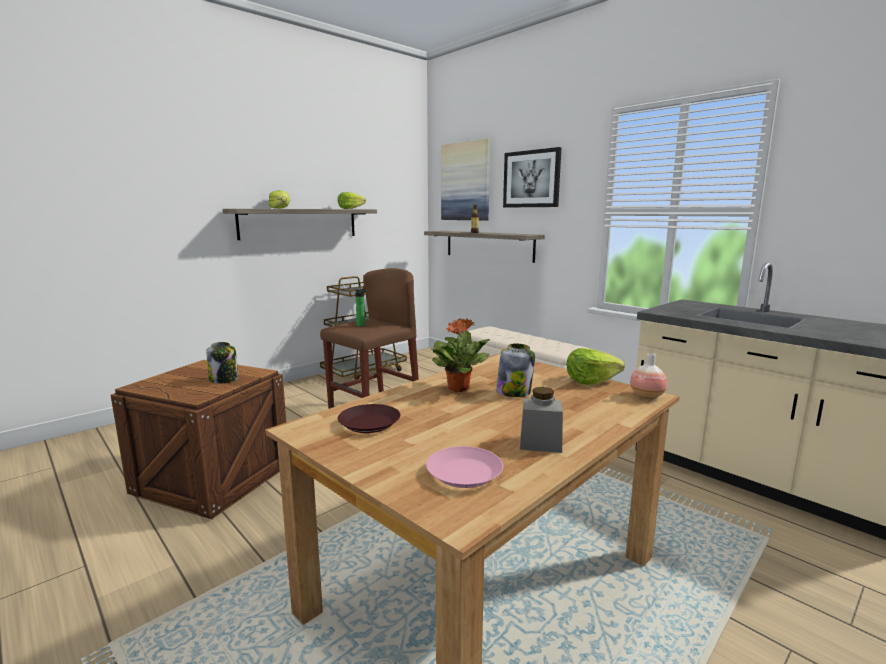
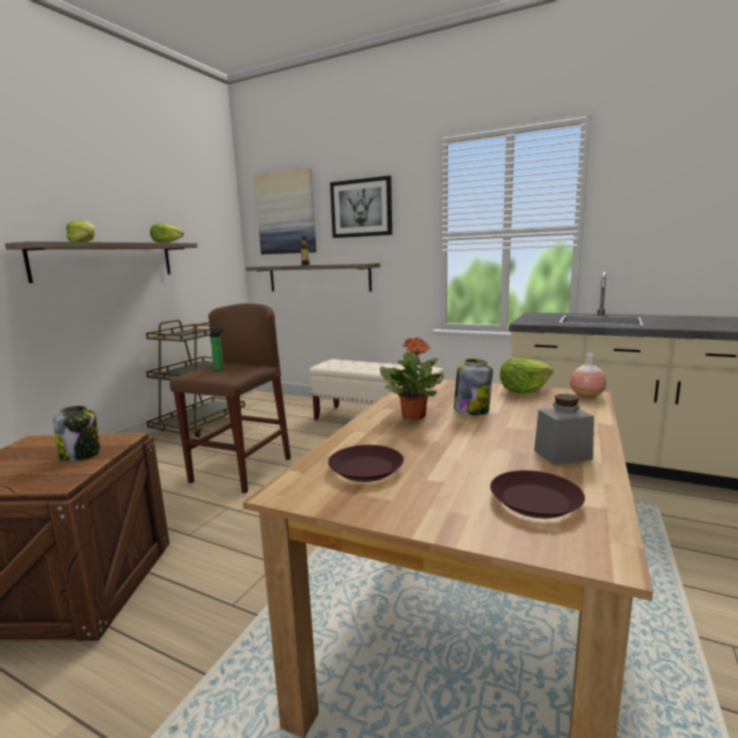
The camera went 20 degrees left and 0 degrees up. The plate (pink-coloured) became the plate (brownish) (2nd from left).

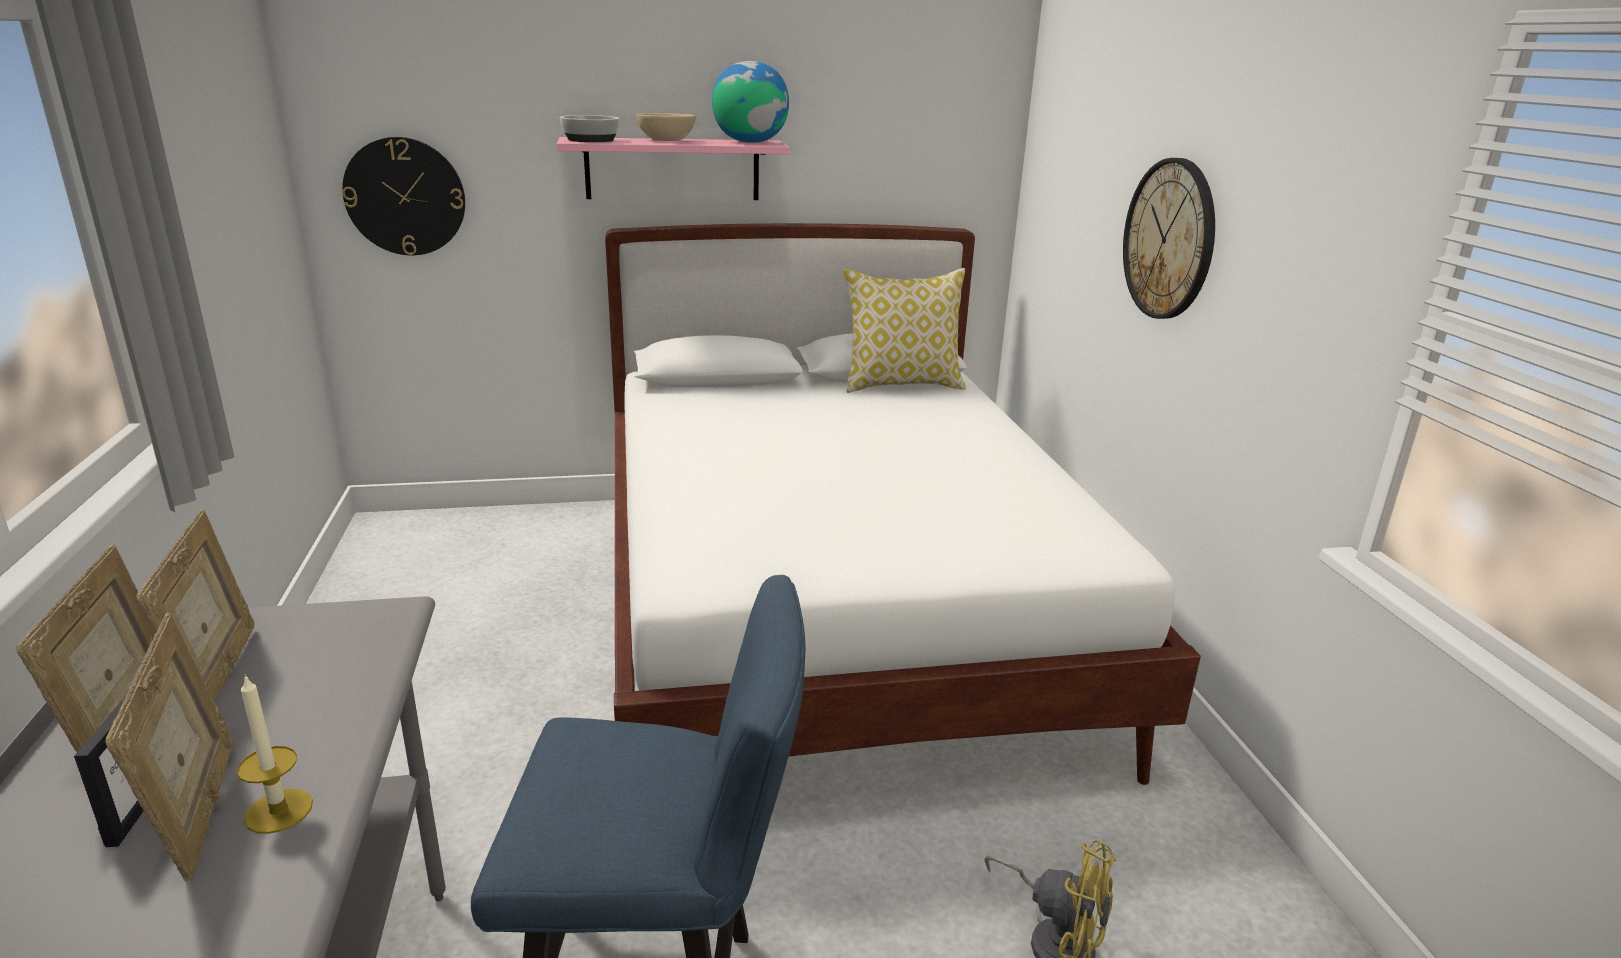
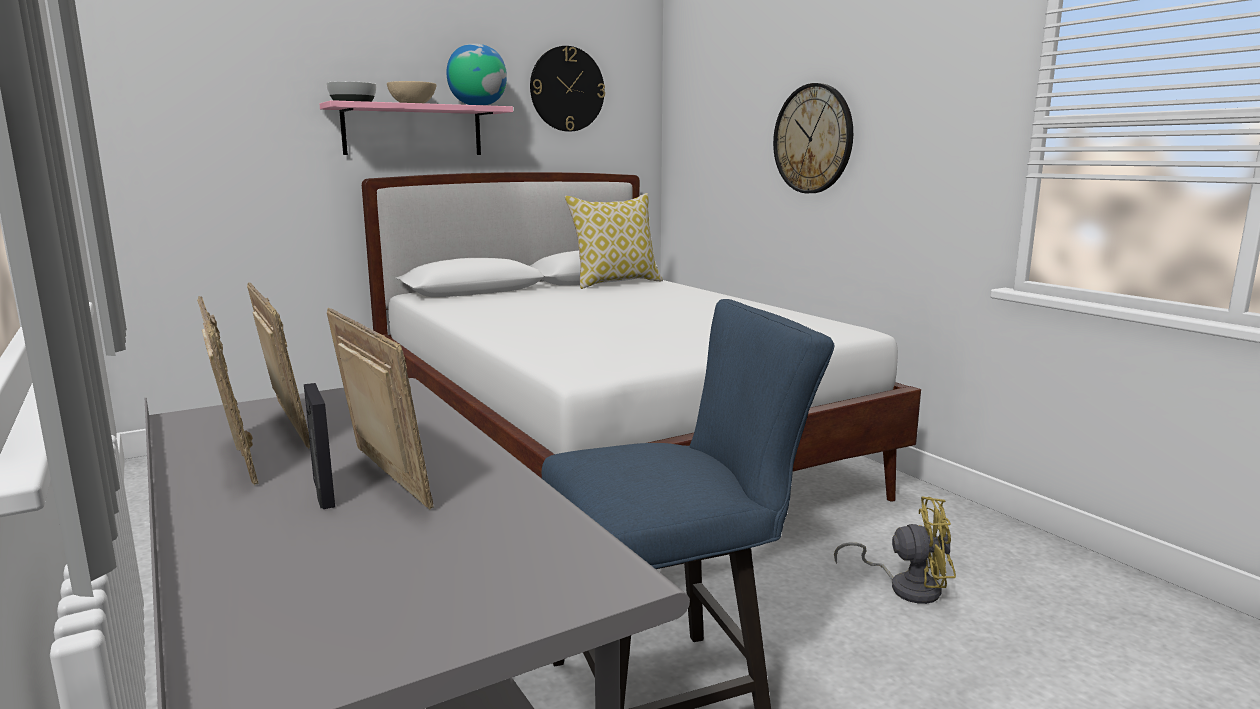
The camera went 20 degrees left and 10 degrees down. The candle disappeared. The wall clock (1st from left) moved.

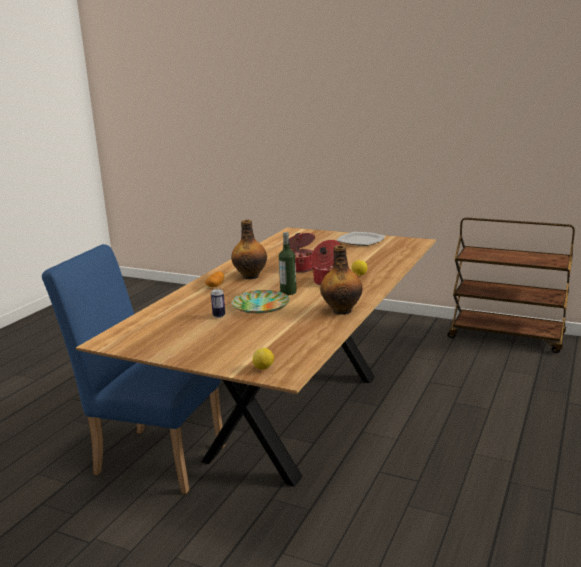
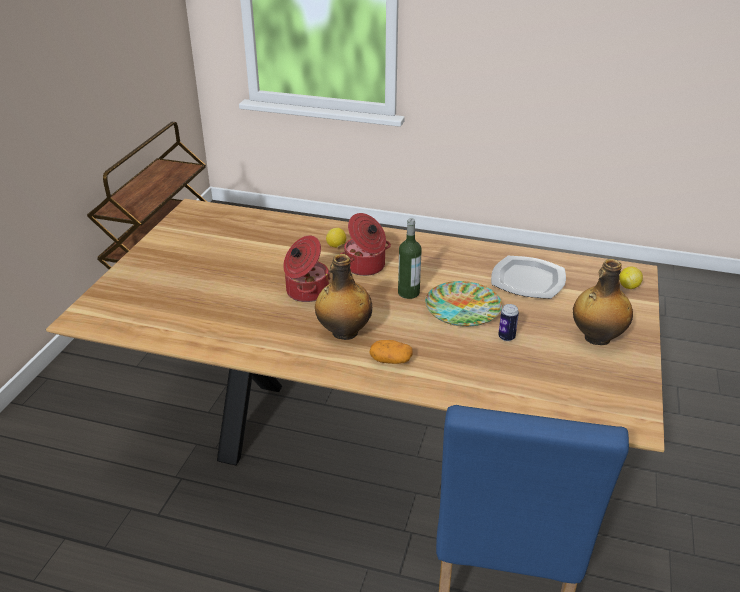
The camera went 100 degrees left and 15 degrees up. The bottle (3rd from left) moved. The plate (2nd from left) moved.

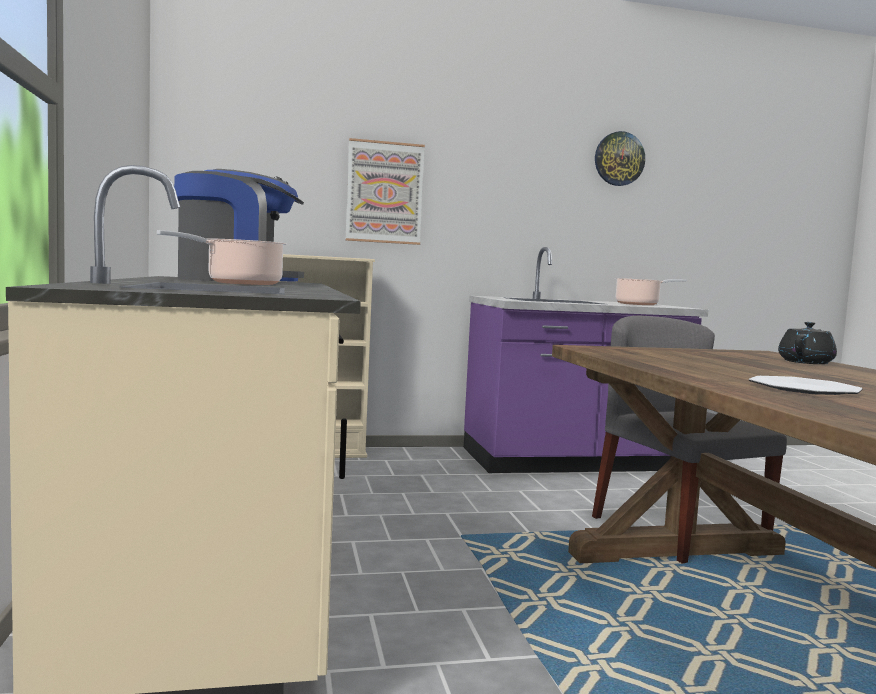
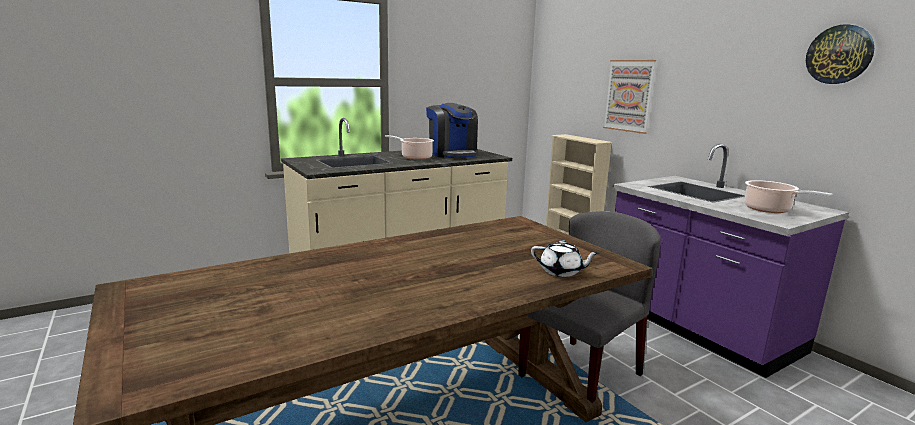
The camera went 70 degrees right and 10 degrees up. The plate disappeared. The pot for tea (black-coloured) became the pot for tea (whitish).

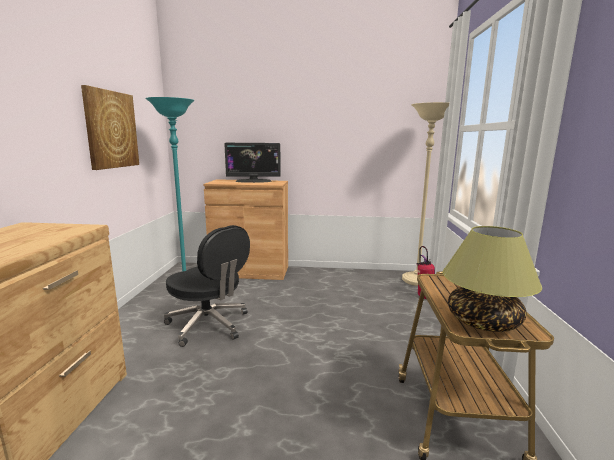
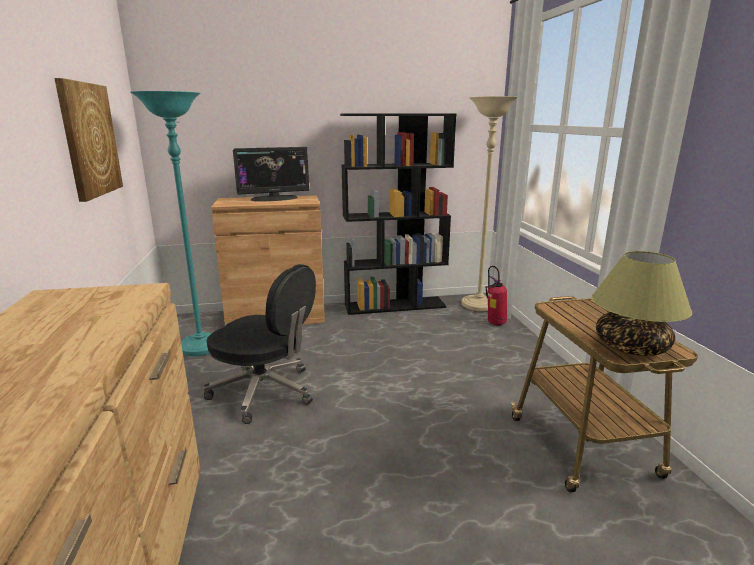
The camera went 15 degrees left and 5 degrees up. The bookshelf (black-coloured) appeared.

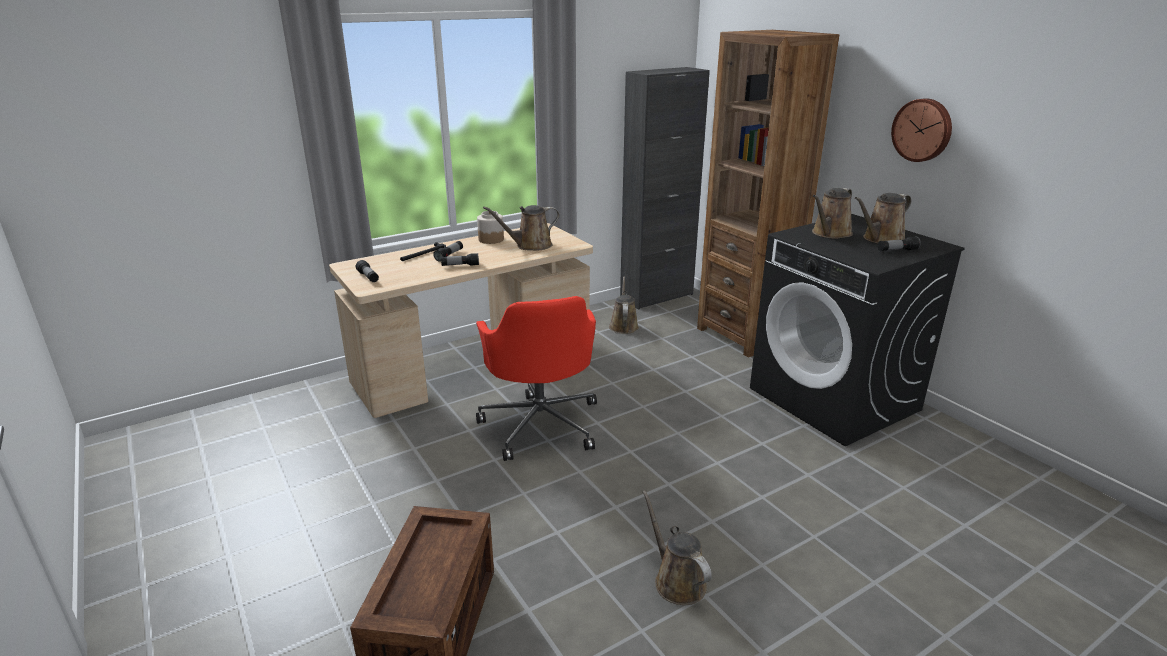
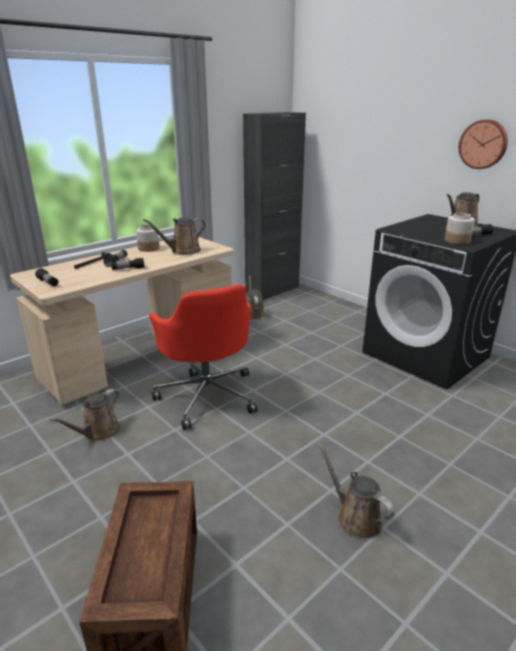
The camera went 10 degrees left and 0 degrees up. The bookshelf (brownish) disappeared. The storage jar (2nd from left) appeared. The sprinkling can (brownish) (4th from left in the first image) moved.

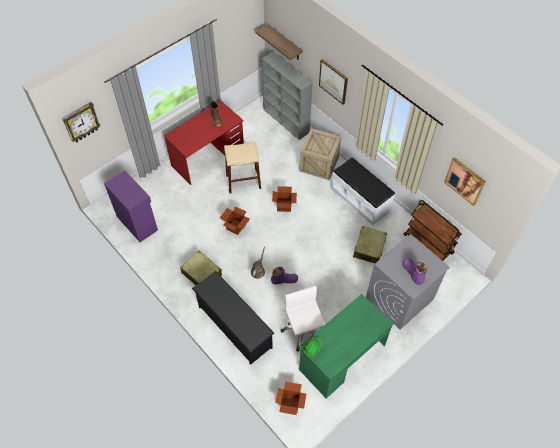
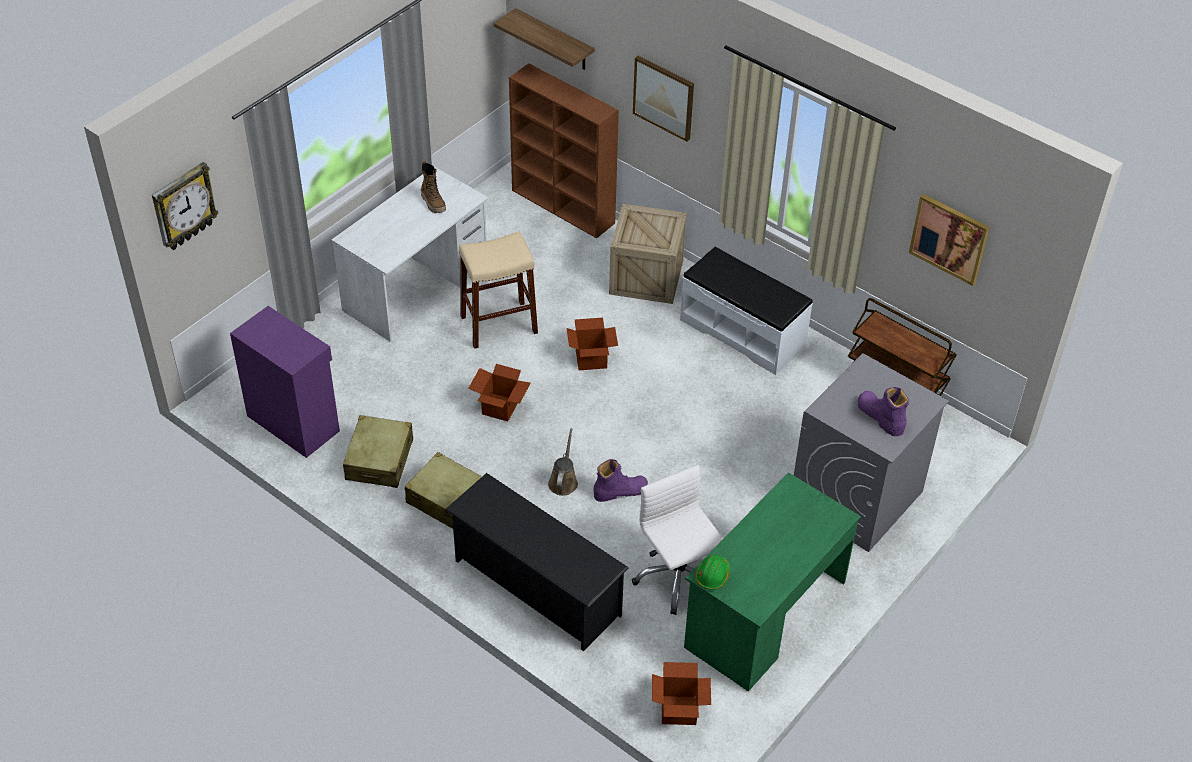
The camera went 10 degrees left and 10 degrees down. The suitcase (beige-coloured) (2nd from left in the first image) moved. The desk table (red) became the desk table (whitish). The bookshelf (gray) became the bookshelf (brownish).

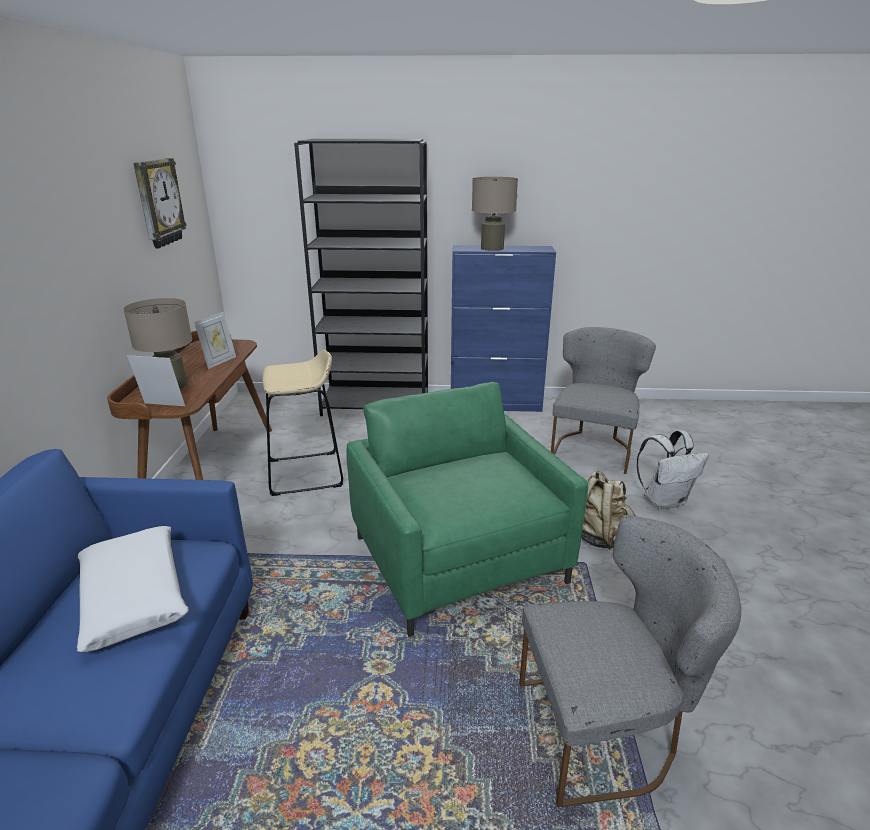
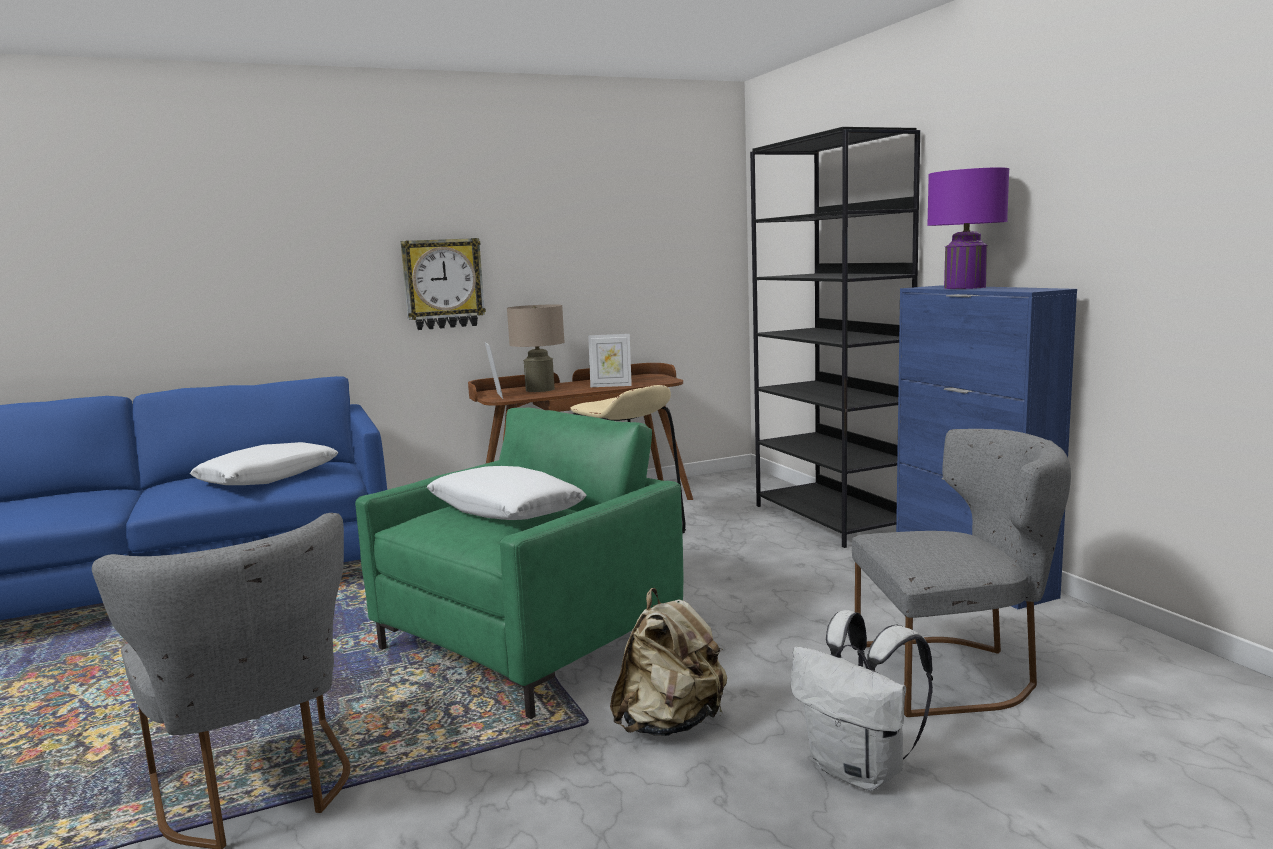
The camera went 65 degrees right and 15 degrees down. The throw pillow (whitish) (2nd from left) appeared. The wall clock moved. The table lamp (beige-coloured) (2nd from left) became the table lamp (purplish).

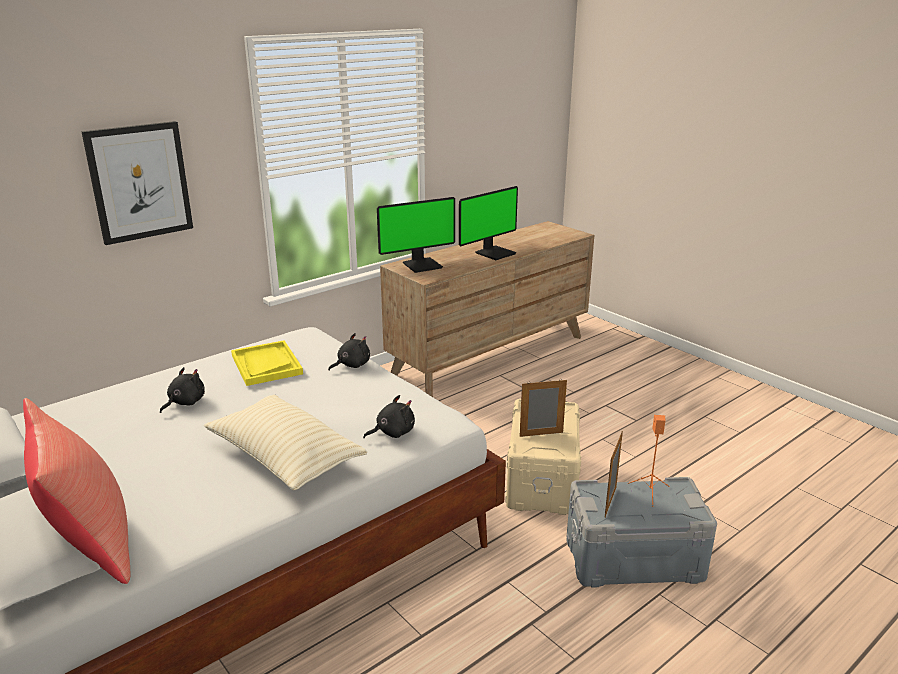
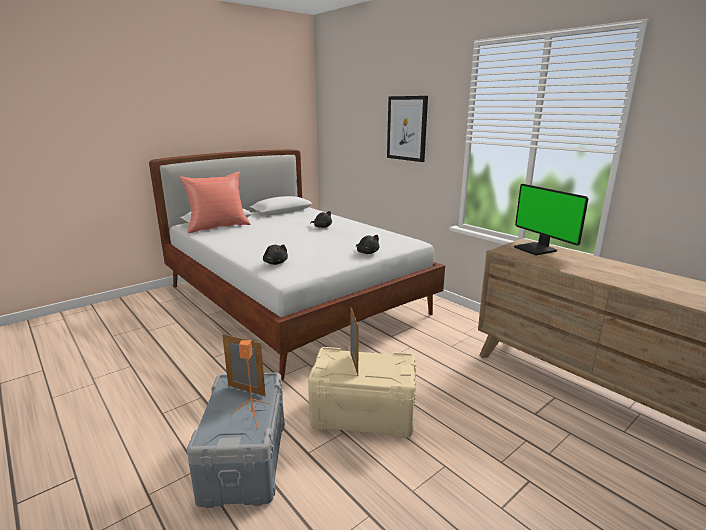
The camera went 90 degrees right and 5 degrees down. The throw pillow (beige-coloured) disappeared. The carrying tray (yellow-coloured) disappeared. The computer display (2nd from left) disappeared.

